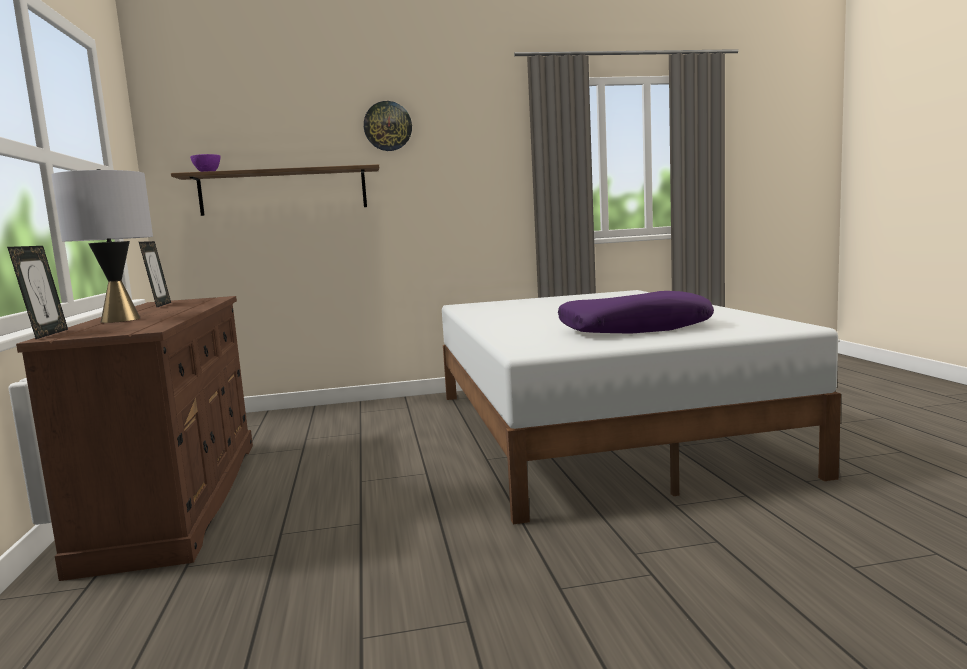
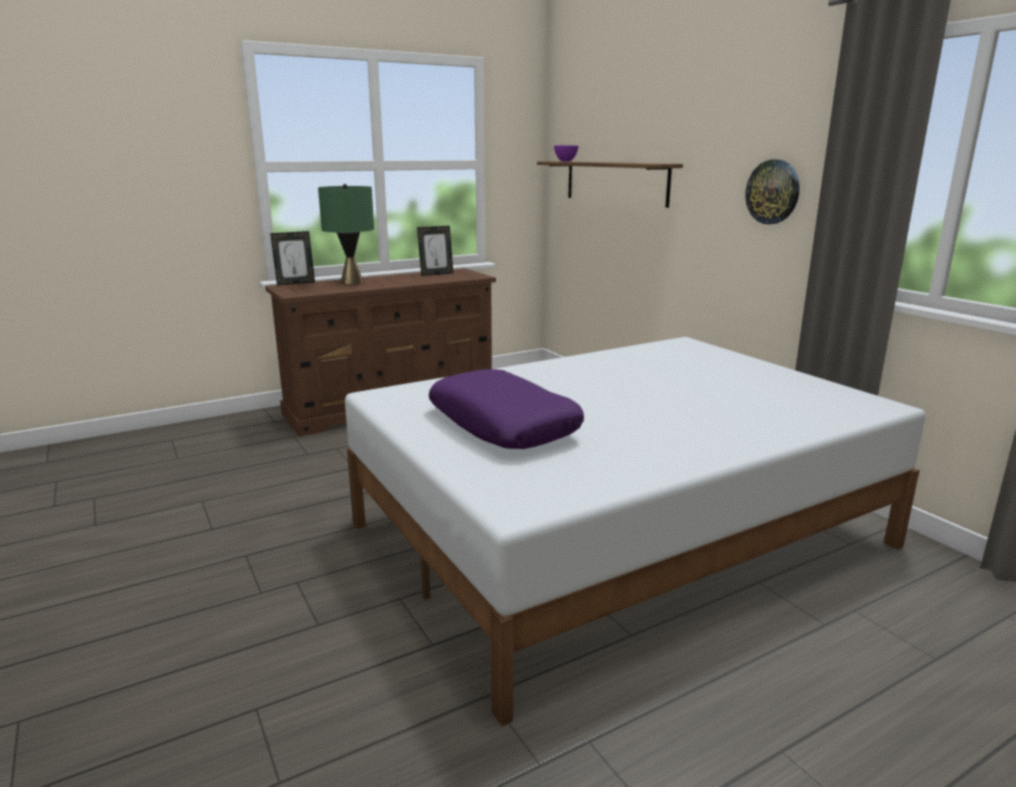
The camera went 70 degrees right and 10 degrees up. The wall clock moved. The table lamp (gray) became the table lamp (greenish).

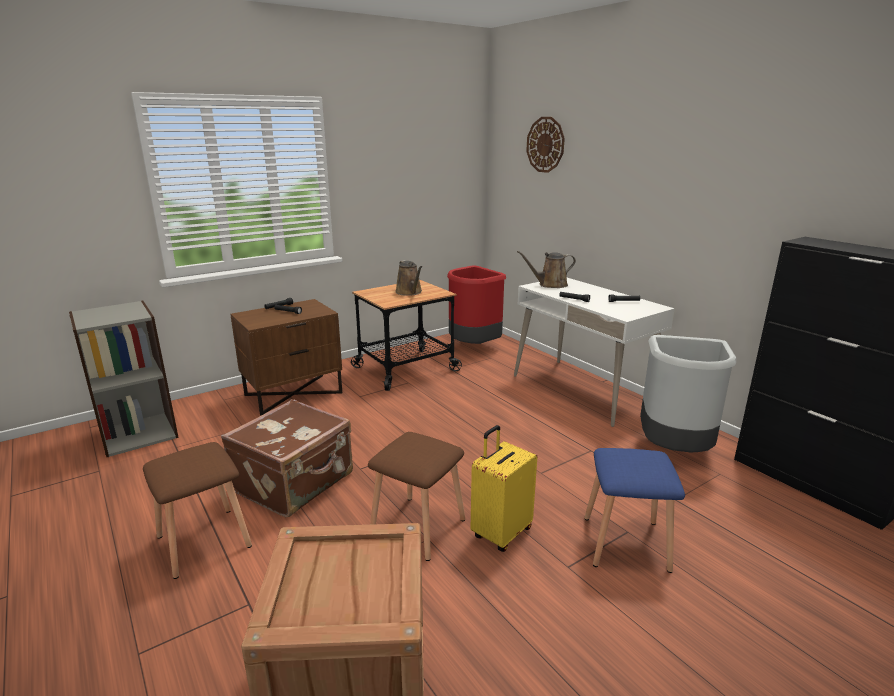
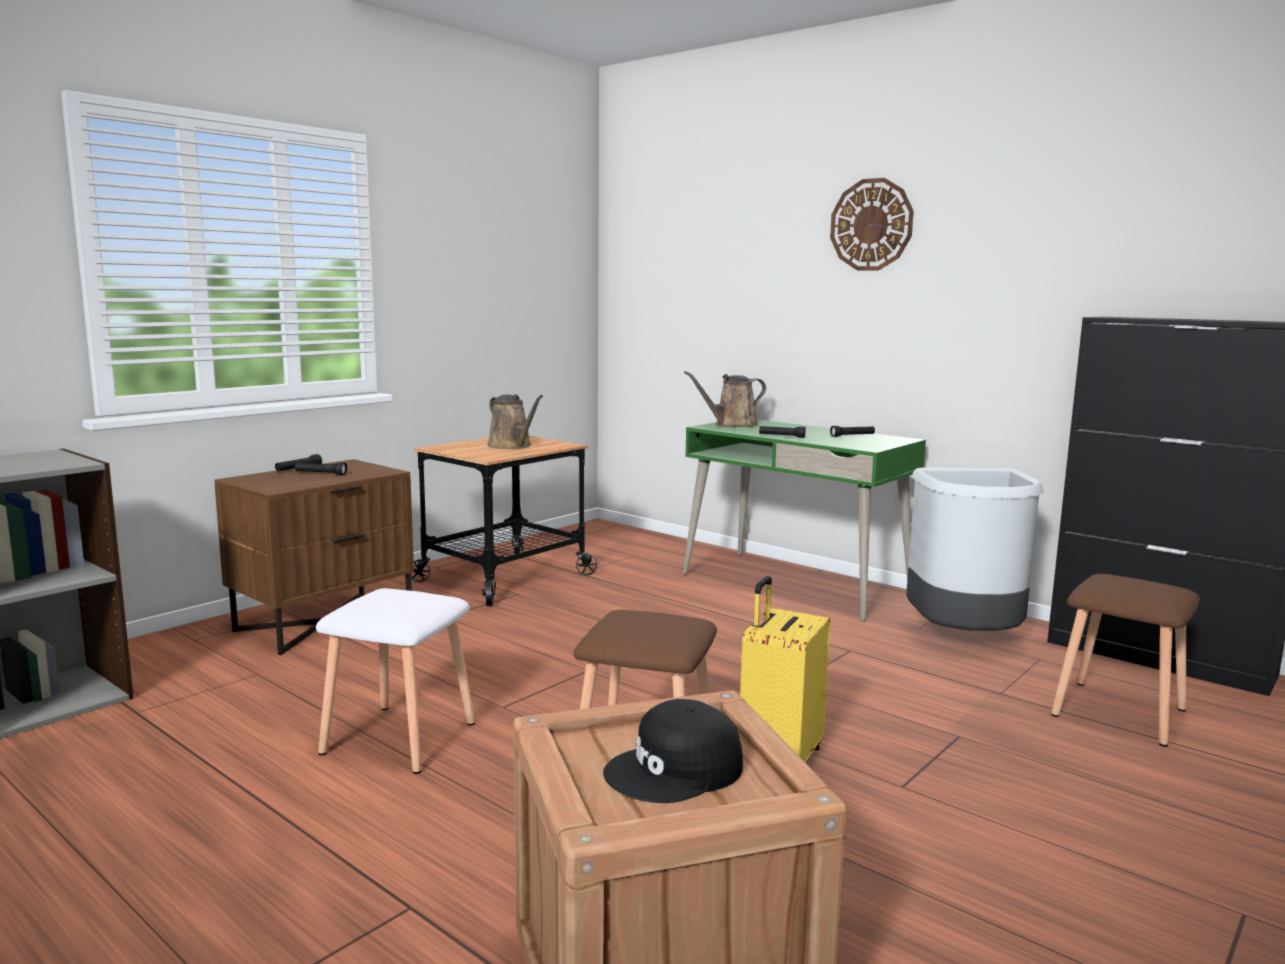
The camera went 15 degrees left and 10 degrees down. The waste bin (red) disappeared. The stool seat (blue) disappeared. The cap (black-coloured) appeared. The stool seat (brownish) (1st from left in the first image) moved. The wall clock moved. The suitcase (brownish) was replaced by the stool seat (whitish). The desk table (whitish) became the desk table (greenish).

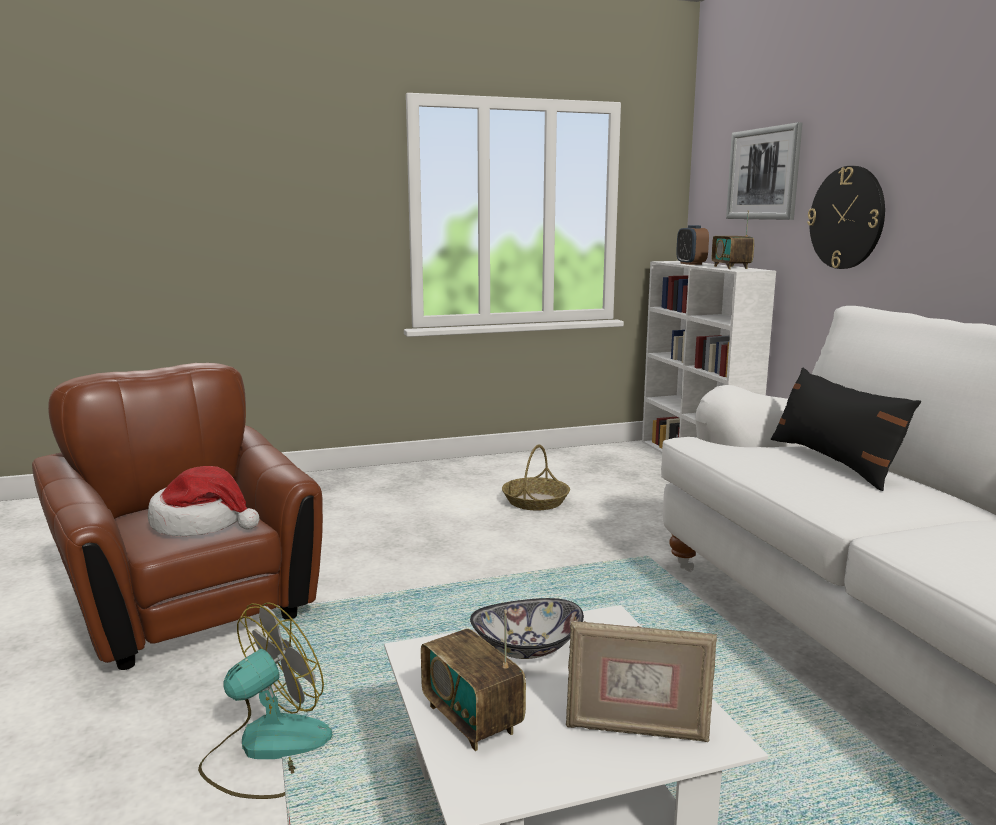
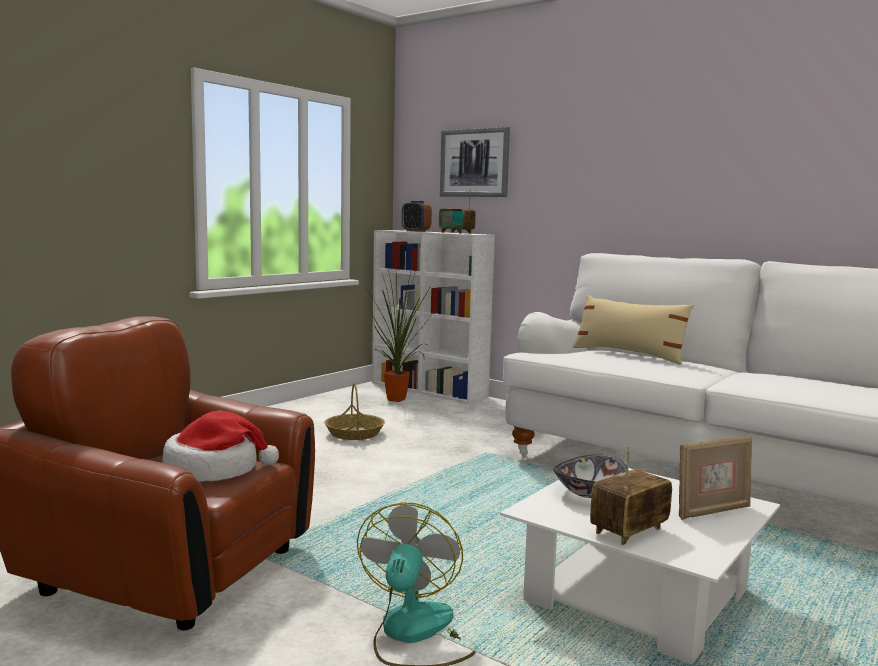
The camera went 35 degrees left and 5 degrees down. The wall clock disappeared. The houseplant appeared. The throw pillow (black-coloured) became the throw pillow (beige-coloured). The radio (1st from left in the first image) turned 120 degrees clockwise.

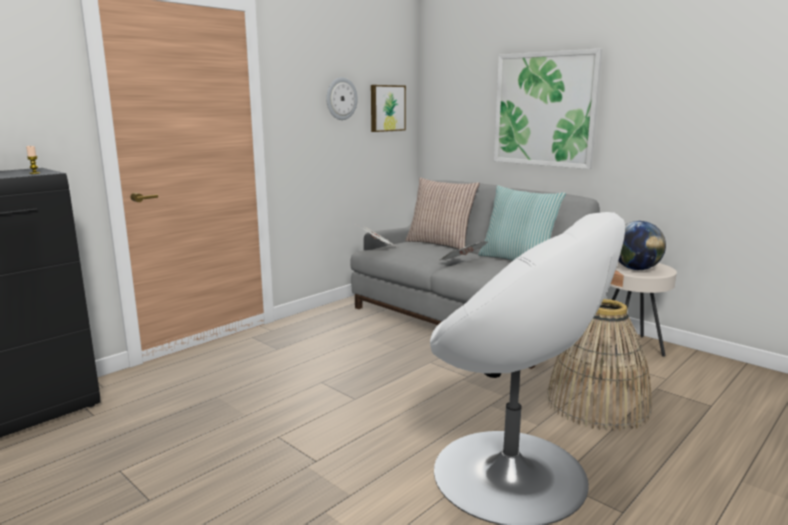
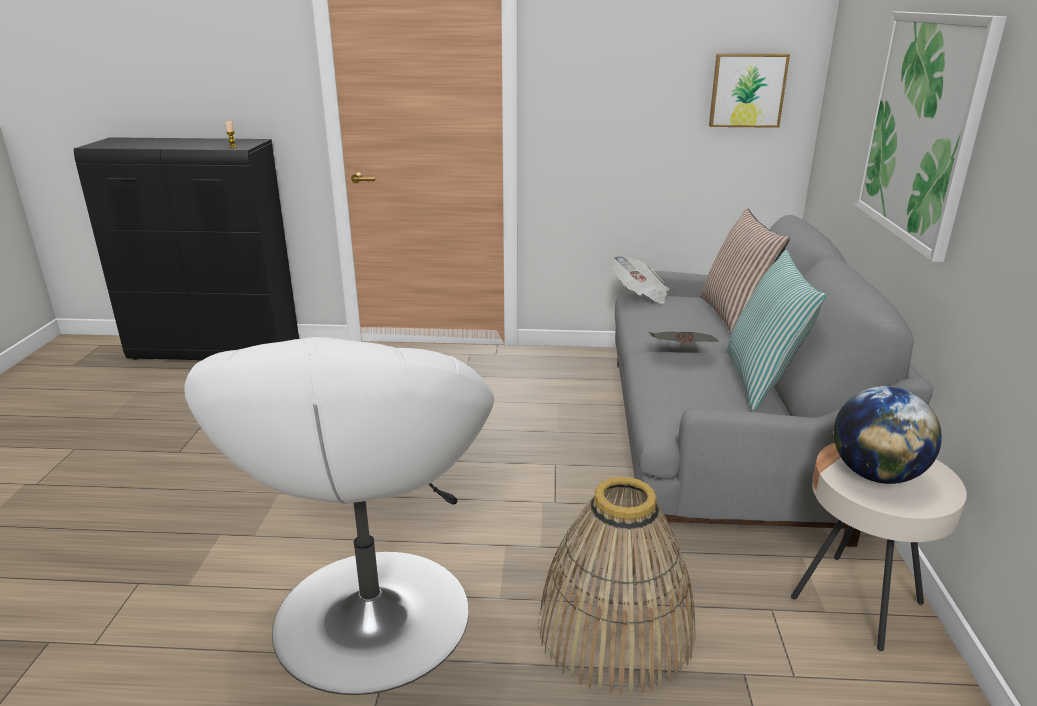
The camera went 50 degrees right and 10 degrees up. The wall clock disappeared.

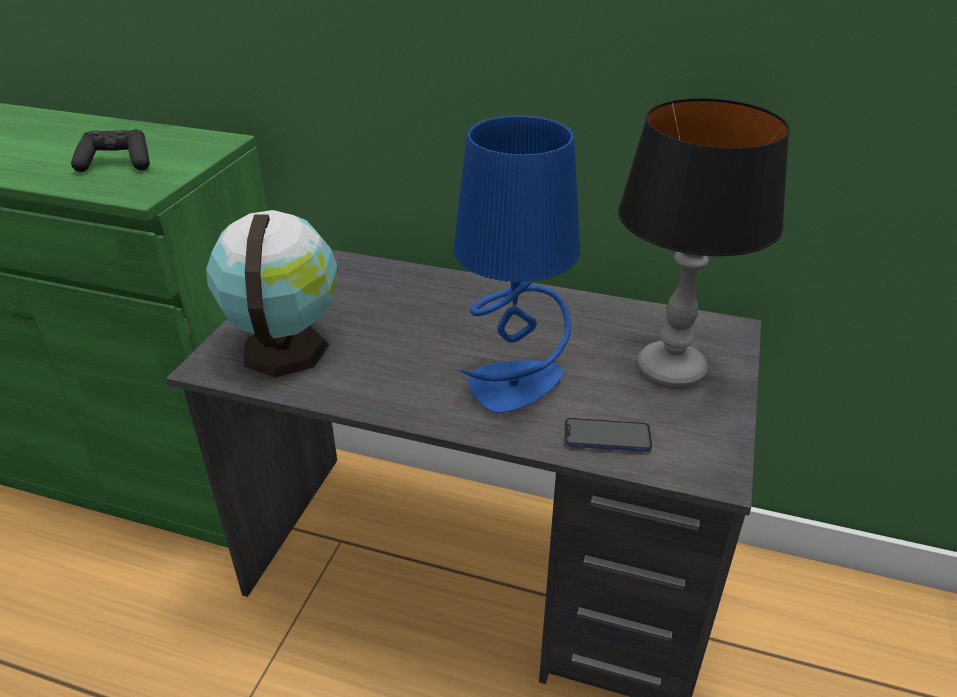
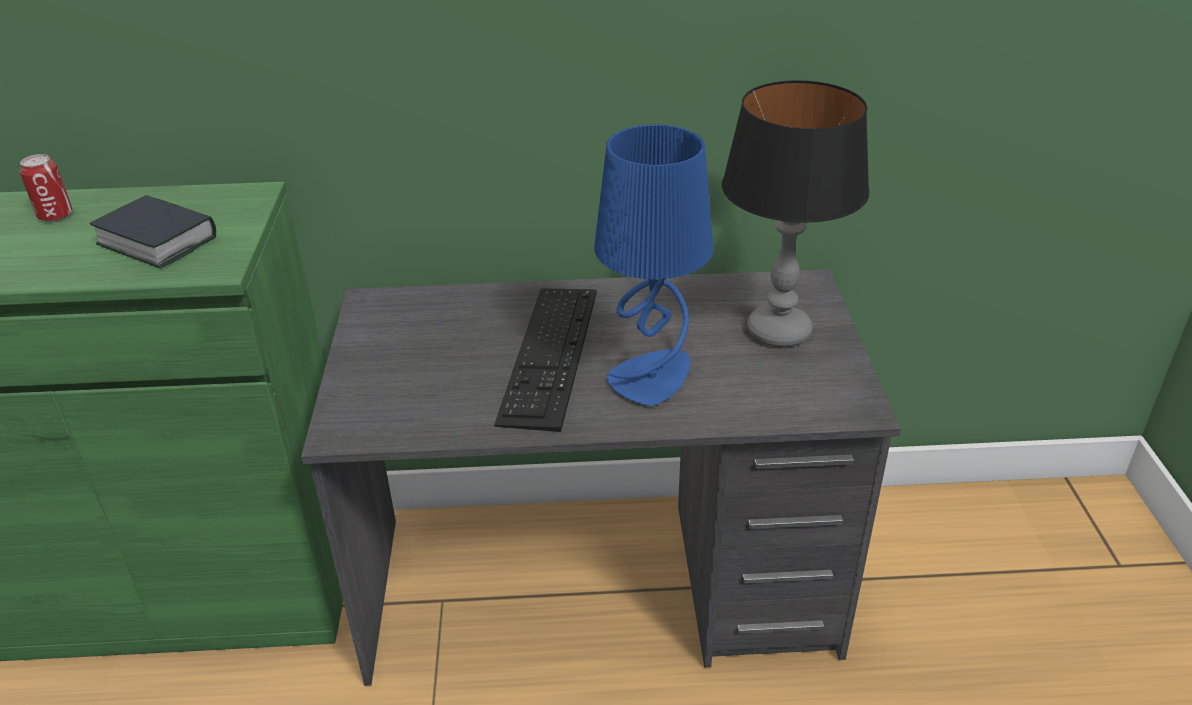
The camera went 20 degrees left and 0 degrees up. The world globe disappeared. The phone disappeared. The can appeared. The computer keyboard appeared. The gamepad (black-coloured) was replaced by the book.

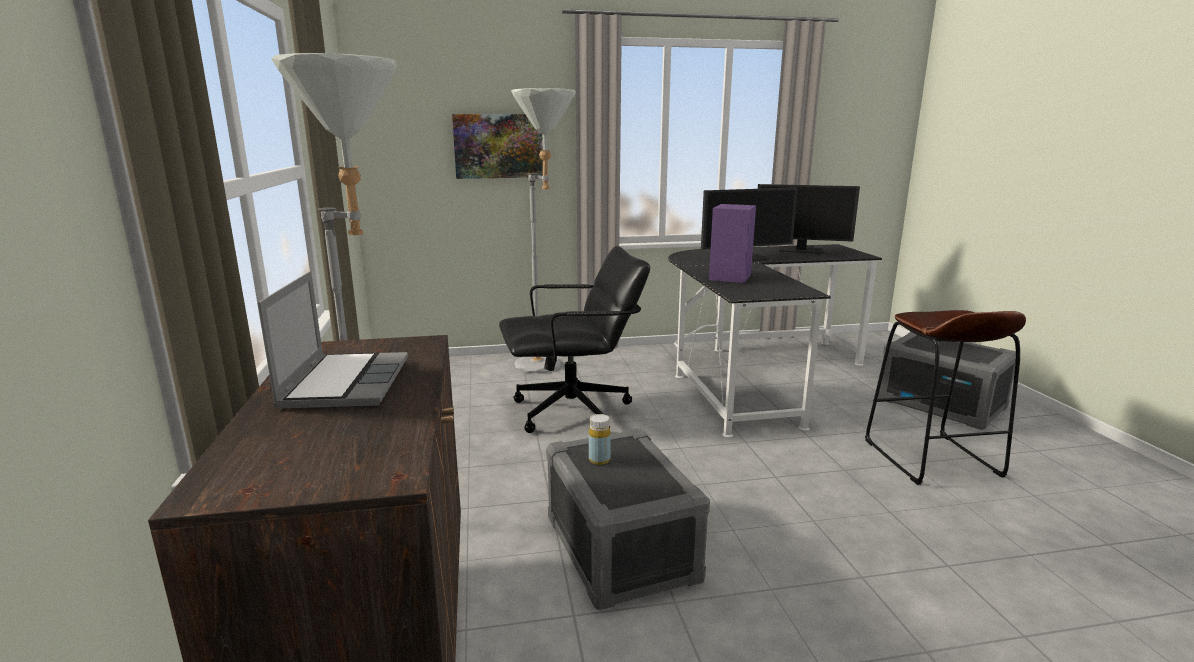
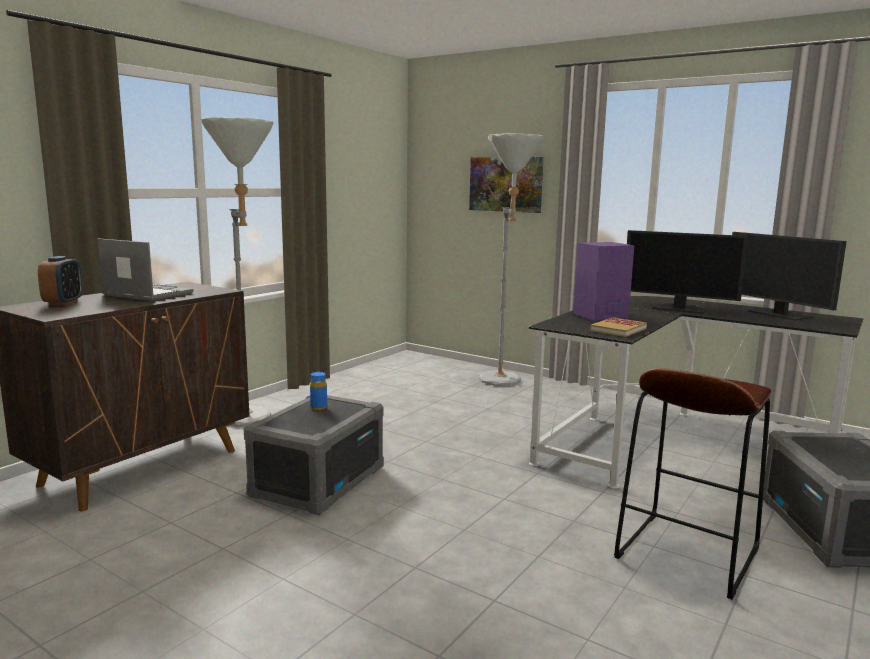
The camera went 45 degrees right and 5 degrees down. The office chair (black-coloured) disappeared. The alarm clock appeared. The book appeared. The bottle (yellow-coloured) became the bottle (blue). The laptop turned 105 degrees counterclockwise.

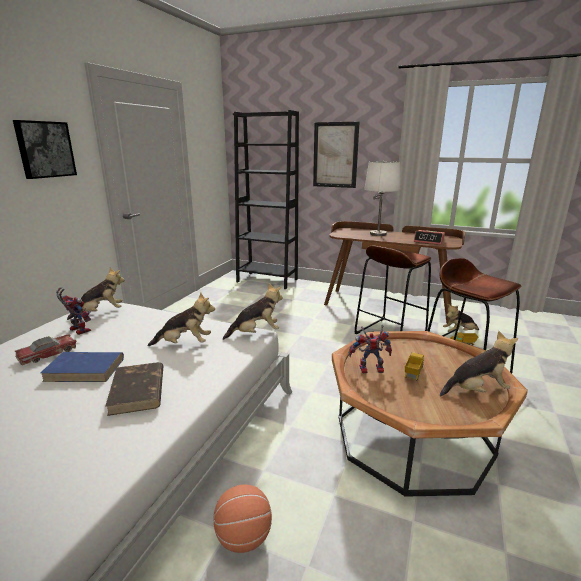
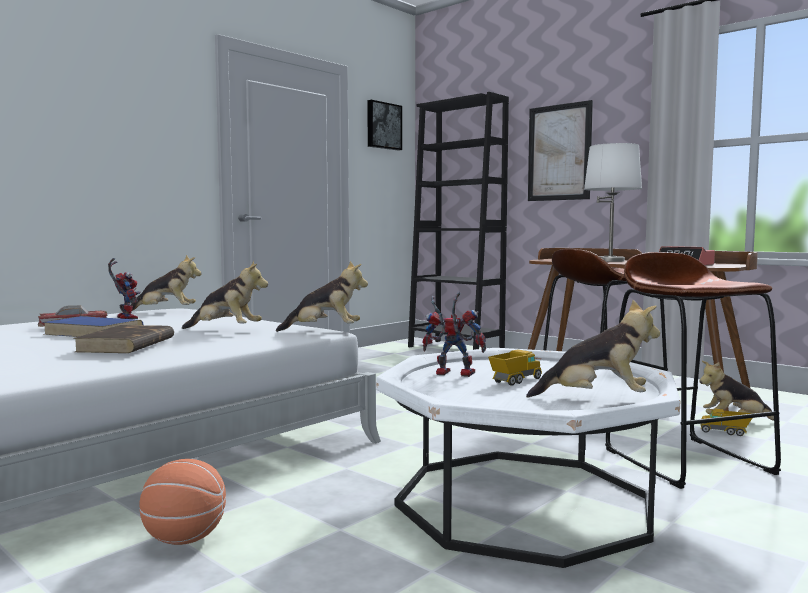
The camera went 20 degrees right and 15 degrees down. The wall art (1st from left) moved. The coffee table (brownish) became the coffee table (whitish).

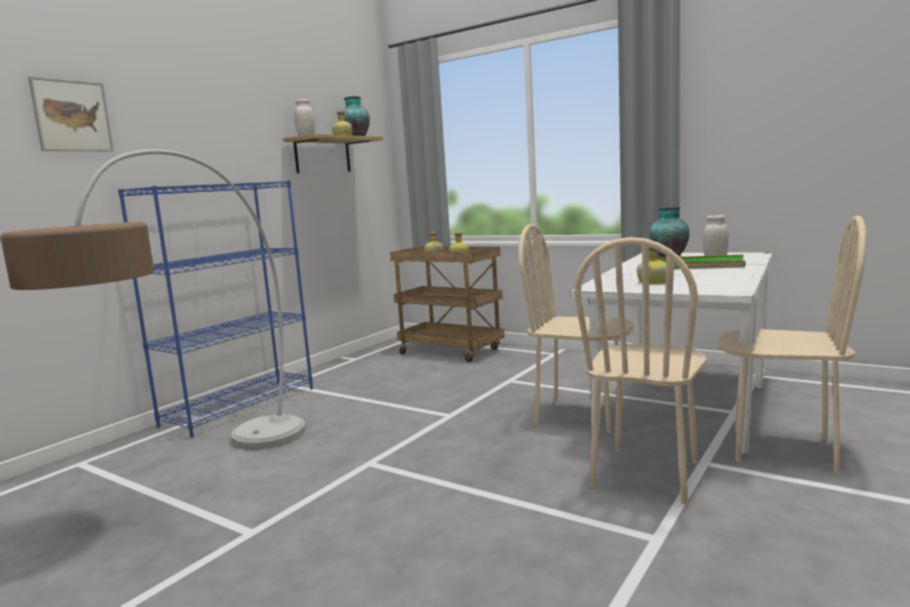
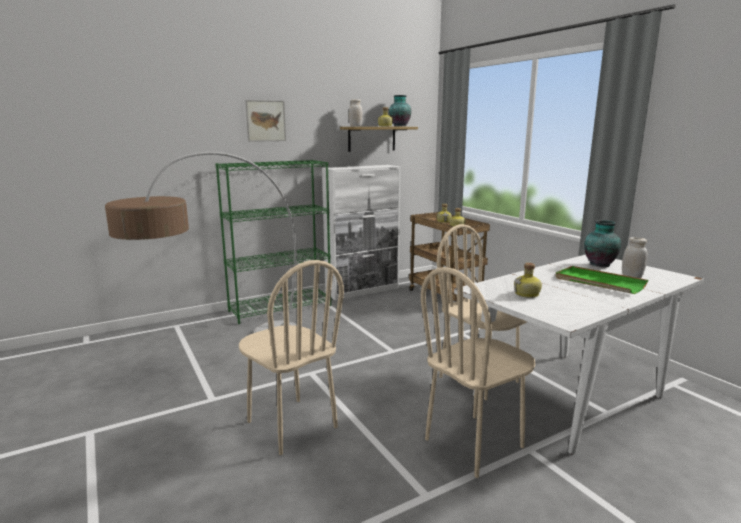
The camera went 25 degrees right and 5 degrees up. The storage cabinet (whitish) appeared. The wall art moved. The chair (beige-coloured) (3rd from left in the first image) moved. The bookshelf (blue) became the bookshelf (greenish).

